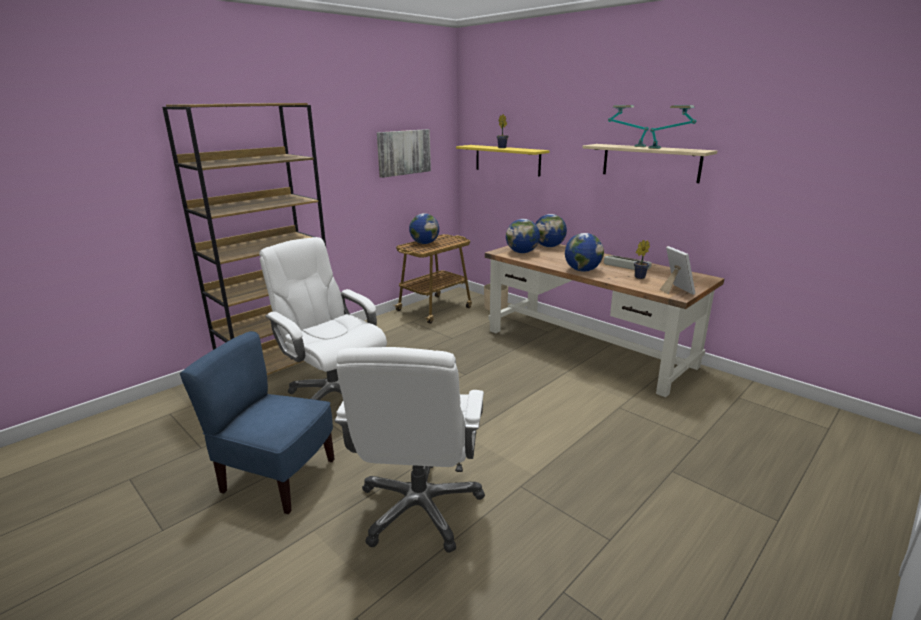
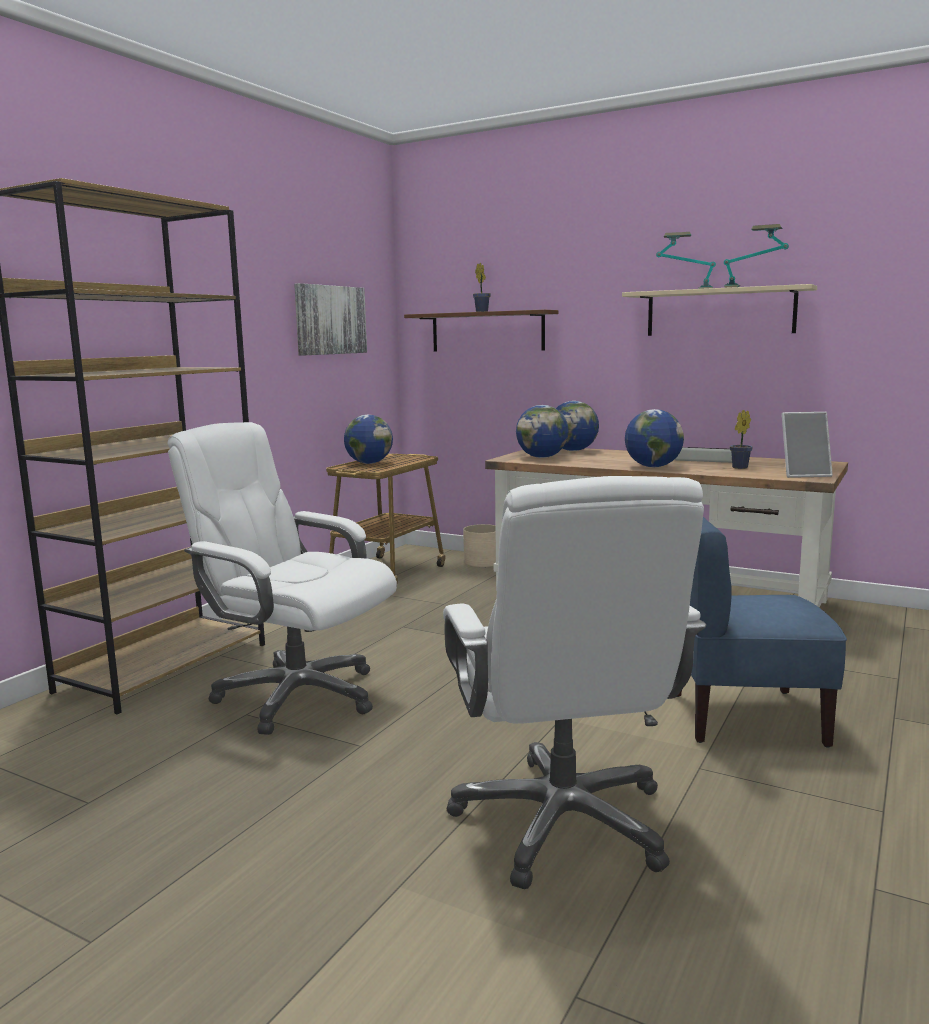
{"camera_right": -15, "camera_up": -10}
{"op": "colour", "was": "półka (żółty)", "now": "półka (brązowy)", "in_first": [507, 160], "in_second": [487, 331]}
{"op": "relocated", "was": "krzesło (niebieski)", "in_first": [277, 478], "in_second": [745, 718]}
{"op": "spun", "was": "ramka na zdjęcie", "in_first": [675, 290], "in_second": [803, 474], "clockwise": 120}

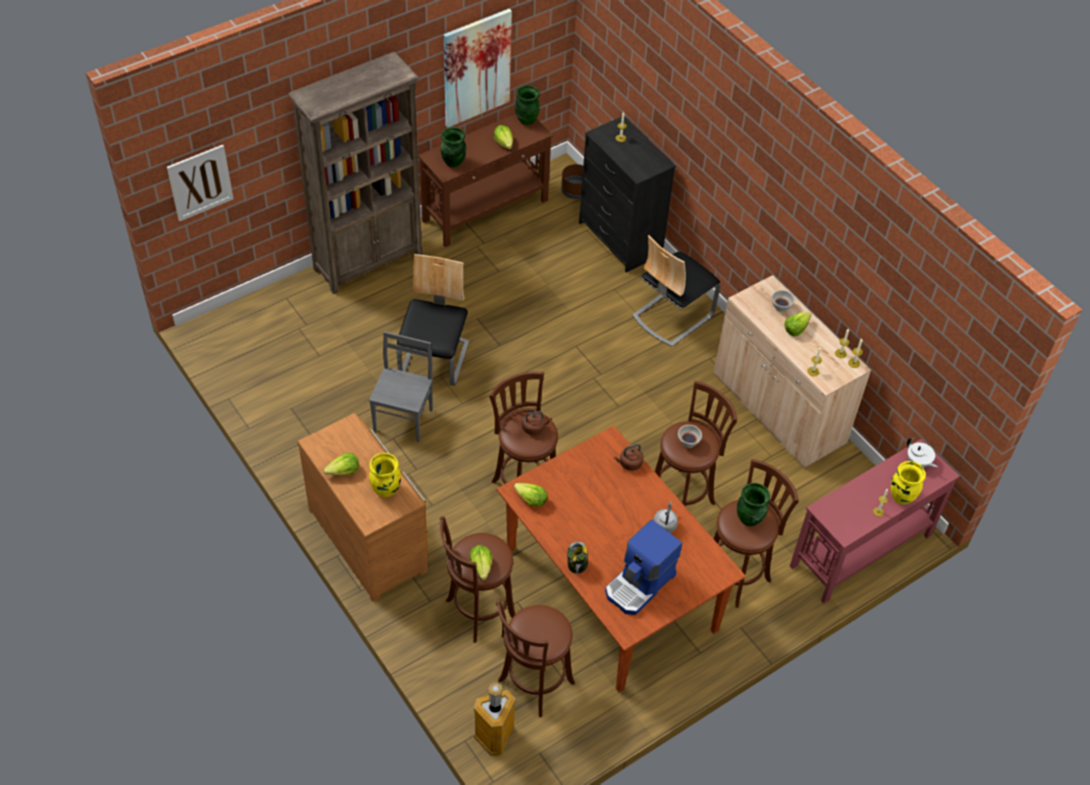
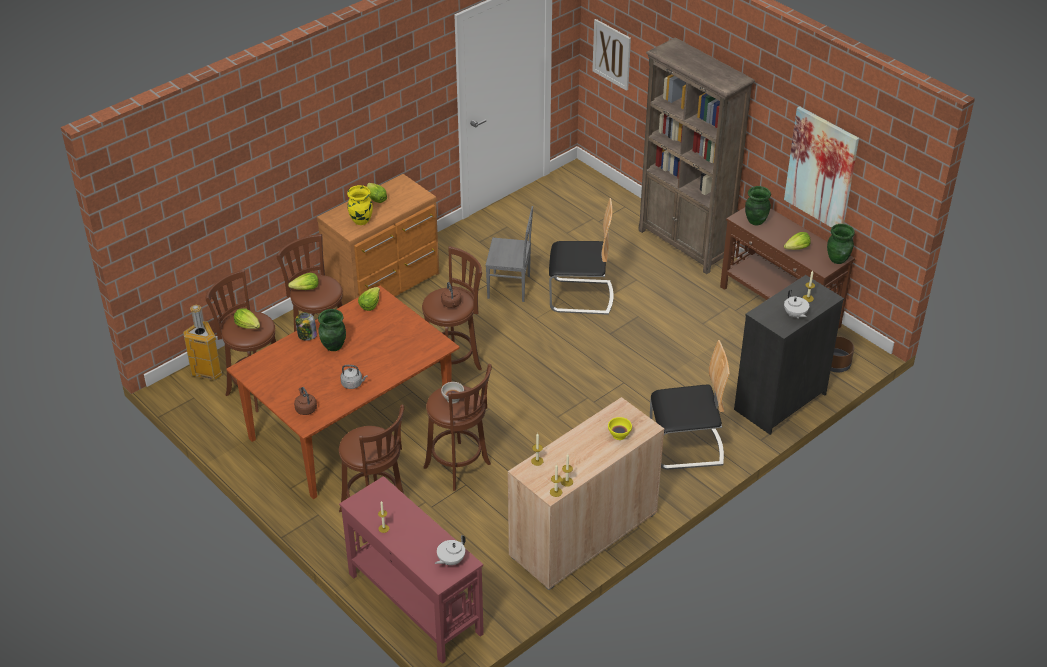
{"camera_right": 85, "camera_up": -10}
{"op": "relocated", "was": "sałata", "in_first": [796, 328], "in_second": [248, 325]}
{"op": "relocated", "was": "czajnik (brązowy)", "in_first": [629, 463], "in_second": [305, 408]}
{"op": "relocated", "was": "wazon (zielony)", "in_first": [749, 519], "in_second": [333, 346]}
{"op": "colour", "was": "miska (biały)", "now": "miska (żółty)", "in_first": [780, 307], "in_second": [619, 435]}
{"op": "spun", "was": "krzesło", "in_first": [672, 315], "in_second": [686, 447], "clockwise": 135}
{"op": "appeared", "now": "imbryk (biały)", "in_second": [795, 315]}
{"op": "missing", "was": "ekspres do kawy", "in_first": [640, 584]}
{"op": "missing", "was": "wazon (żółty)", "in_first": [901, 497]}

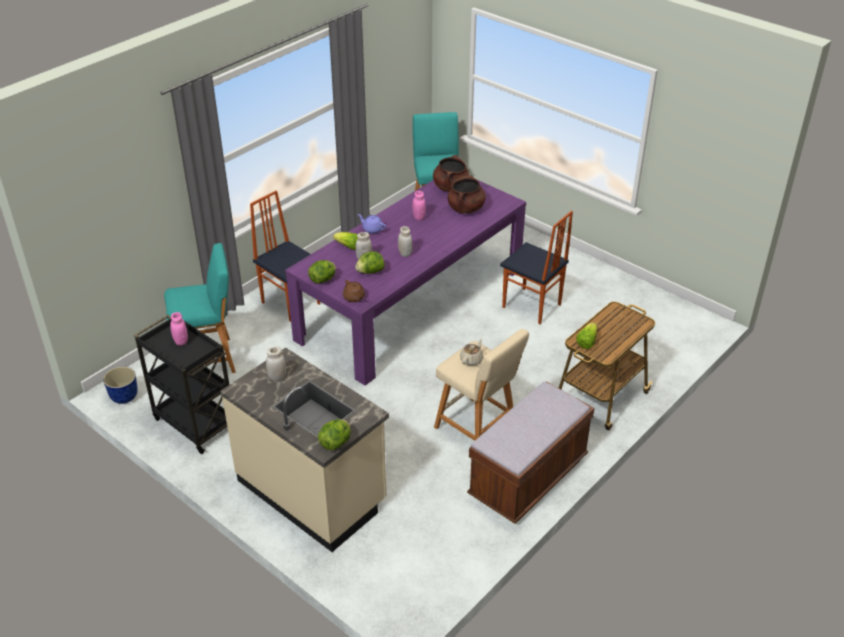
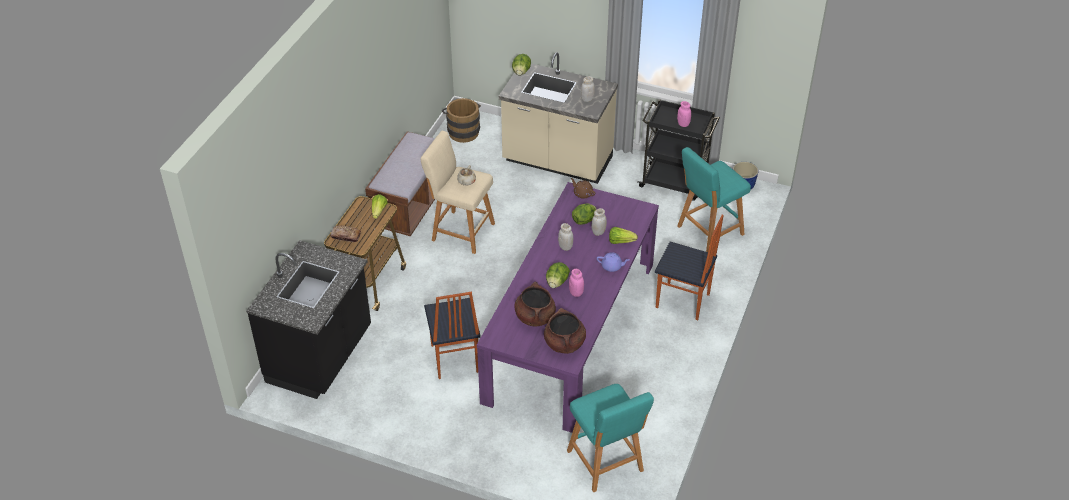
{"camera_right": 160, "camera_up": 5}
{"op": "appeared", "now": "zabudowa kuchenna (czarny)", "in_second": [321, 357]}
{"op": "appeared", "now": "chleb", "in_second": [346, 236]}
{"op": "spun", "was": "krzesło", "in_first": [531, 306], "in_second": [453, 359], "clockwise": -120}
{"op": "appeared", "now": "wiadro (brązowy)", "in_second": [462, 131]}
{"op": "relocated", "was": "sałata", "in_first": [323, 279], "in_second": [557, 282]}

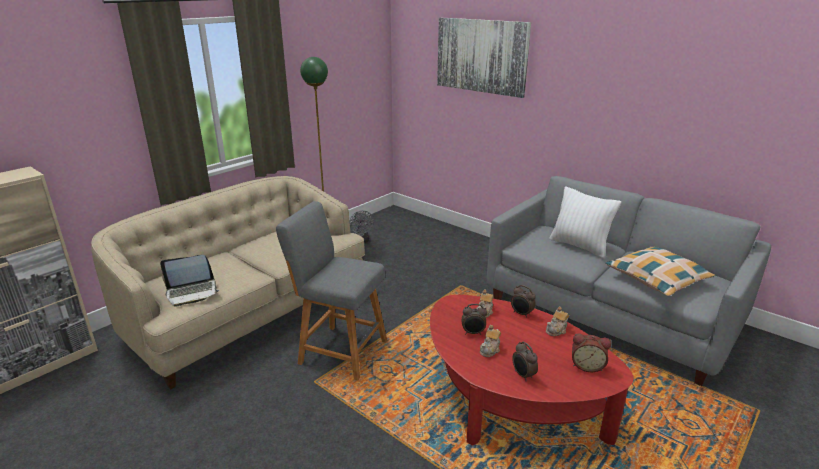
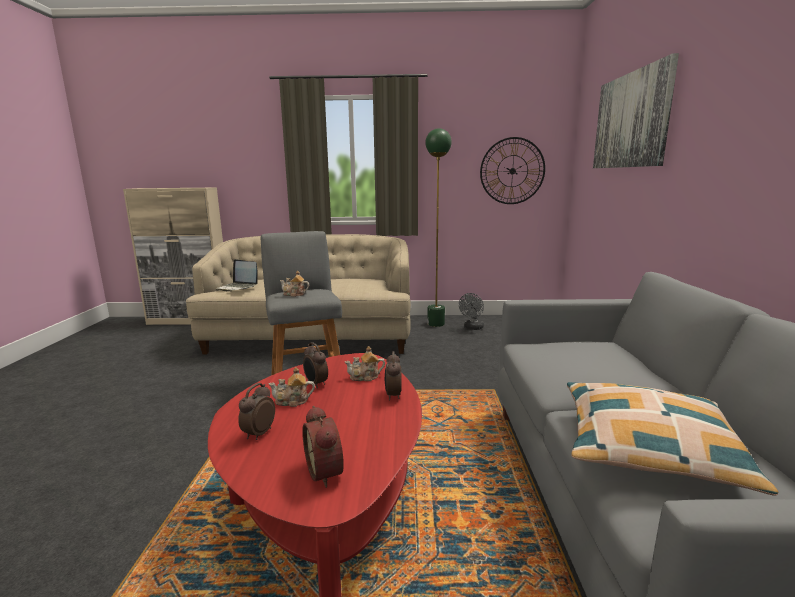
{"camera_right": 50, "camera_up": -10}
{"op": "relocated", "was": "imbryk", "in_first": [556, 330], "in_second": [294, 294]}
{"op": "appeared", "now": "zegar ścienny", "in_second": [512, 171]}
{"op": "missing", "was": "poduszka (biały)", "in_first": [579, 246]}

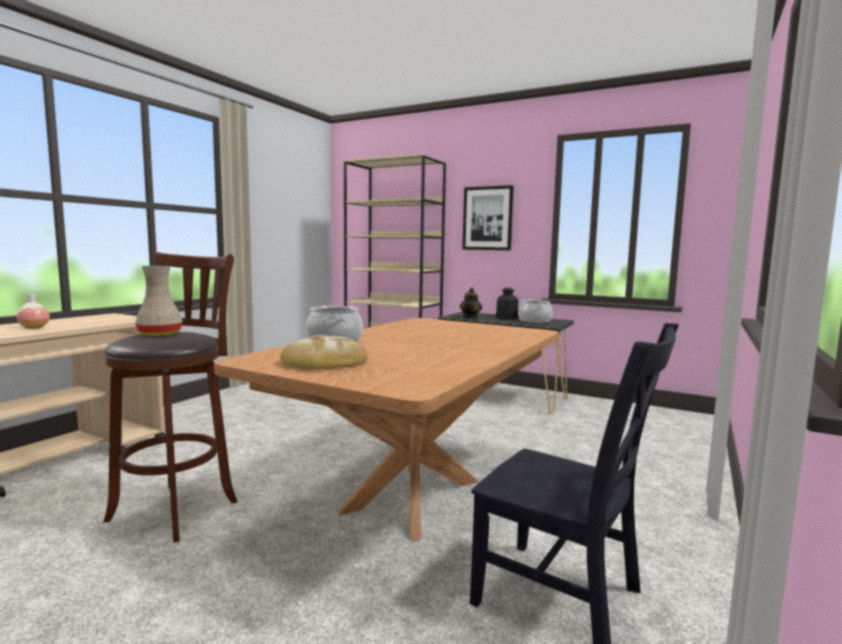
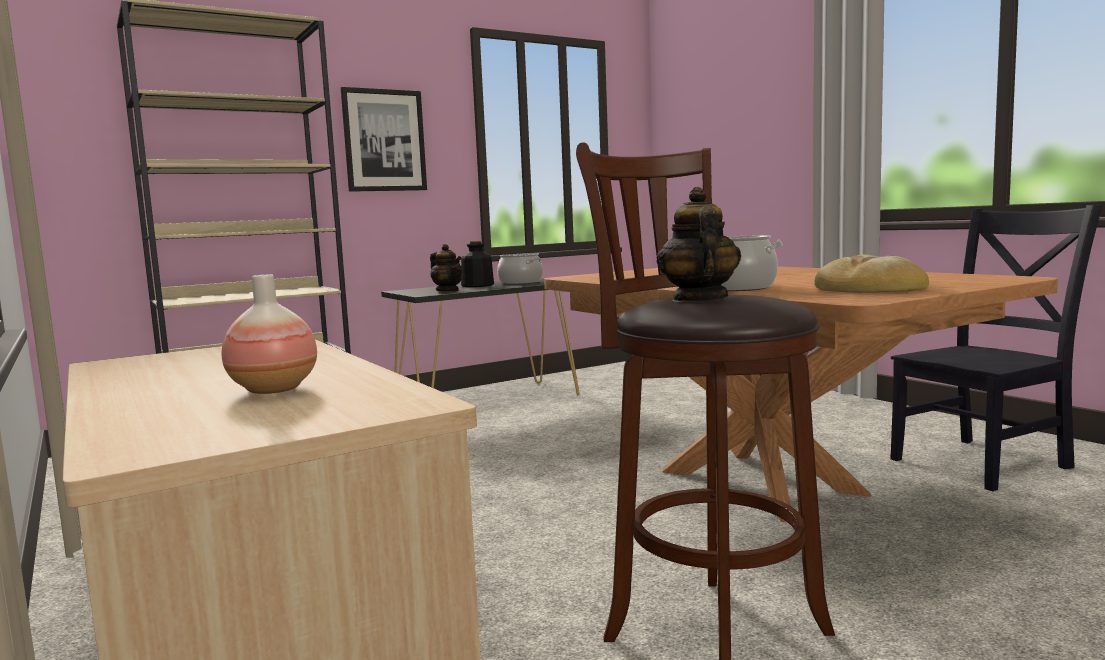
{"camera_right": -60, "camera_up": 0}
{"op": "exchanged", "was": "wazon (beżowy)", "now": "imbryk", "in_first": [159, 334], "in_second": [698, 300]}

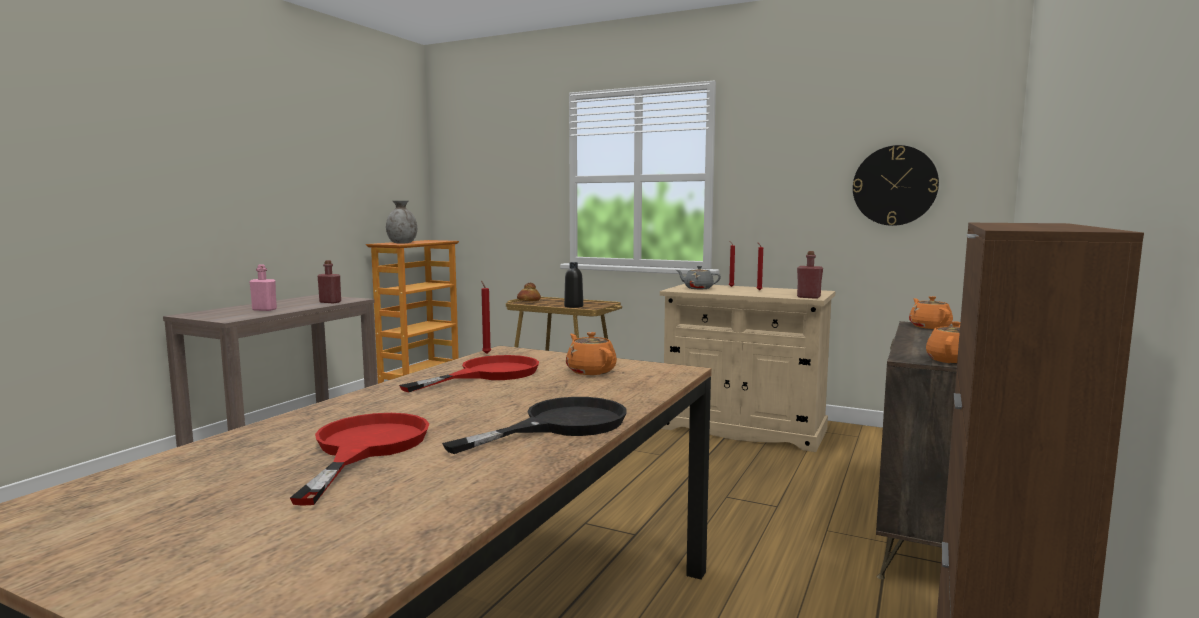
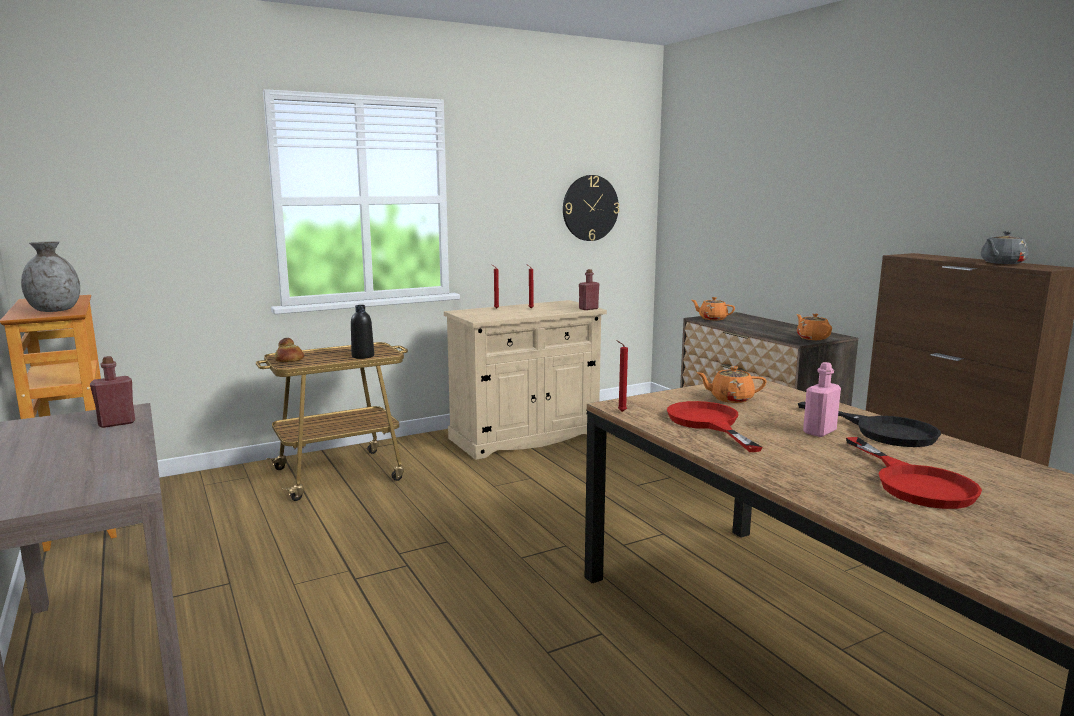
{"camera_right": -55, "camera_up": 5}
{"op": "spun", "was": "patelnia (czarny)", "in_first": [561, 425], "in_second": [882, 431], "clockwise": 150}
{"op": "relocated", "was": "butelka (różowy)", "in_first": [264, 309], "in_second": [819, 432]}
{"op": "spun", "was": "patelnia (czerwony)", "in_first": [365, 448], "in_second": [915, 483], "clockwise": -135}
{"op": "relocated", "was": "imbryk (szary)", "in_first": [698, 288], "in_second": [1001, 263]}

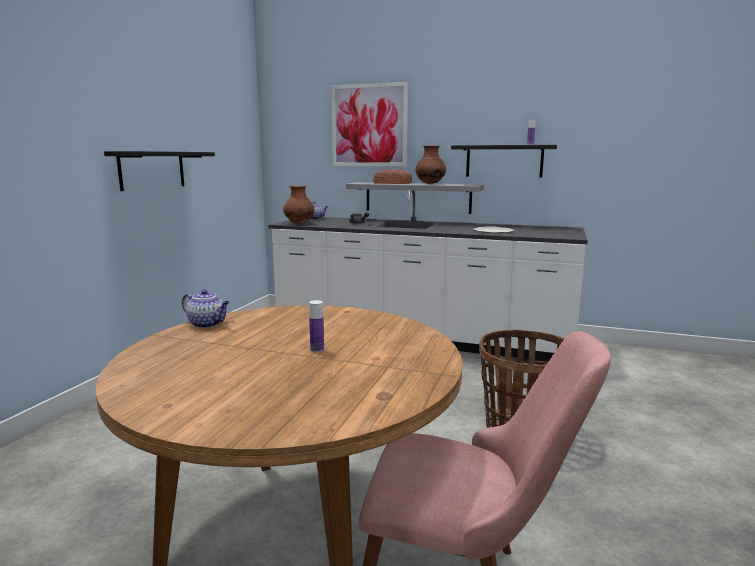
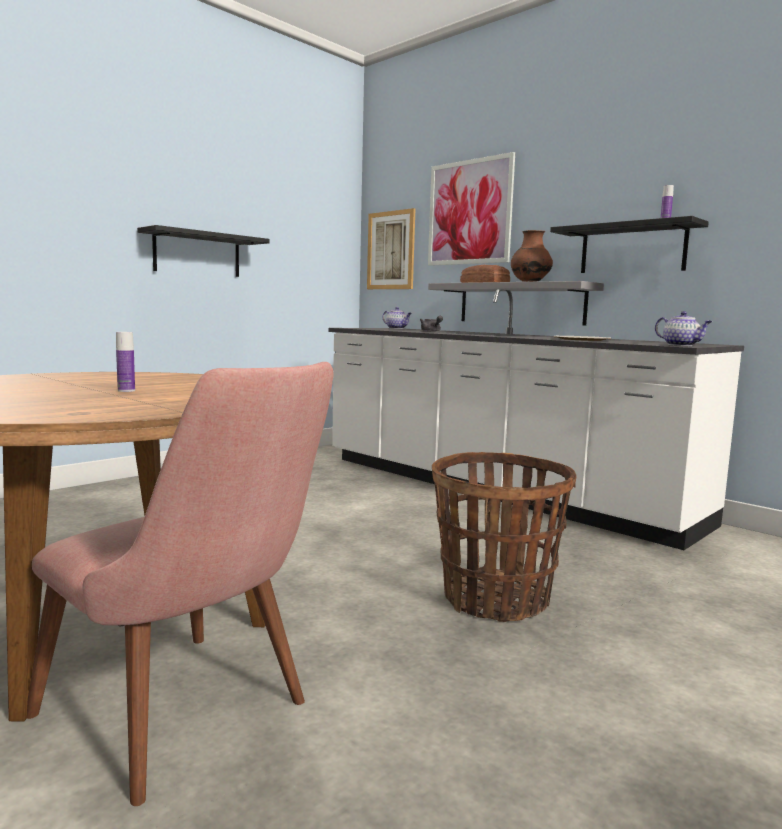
{"camera_right": 25, "camera_up": -5}
{"op": "appeared", "now": "obraz", "in_second": [391, 250]}
{"op": "relocated", "was": "imbryk", "in_first": [208, 324], "in_second": [681, 345]}
{"op": "missing", "was": "wazon (brązowy)", "in_first": [299, 224]}

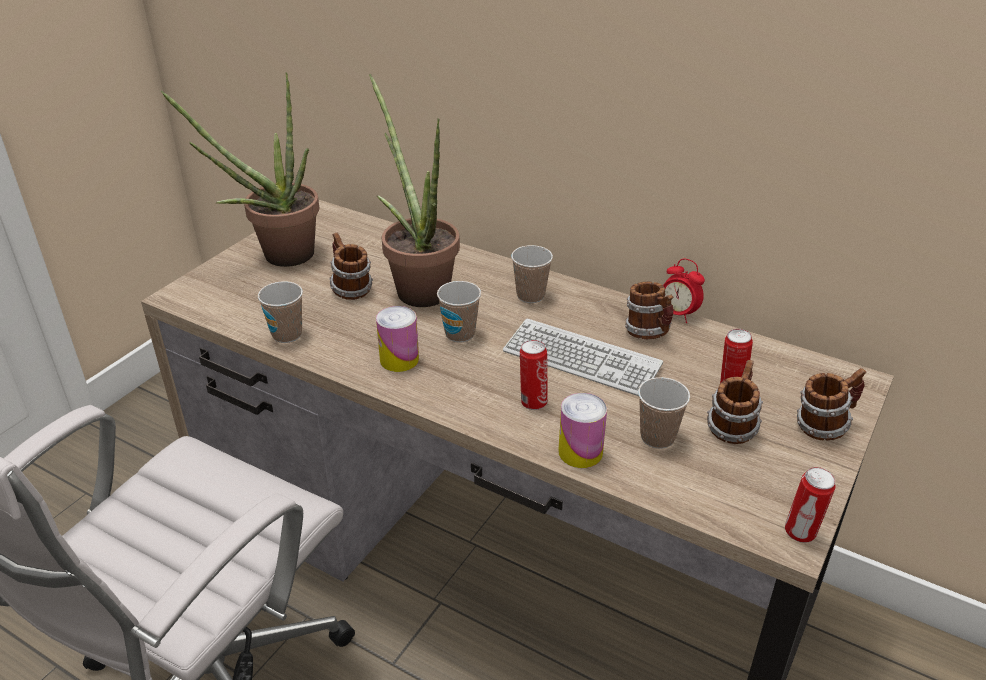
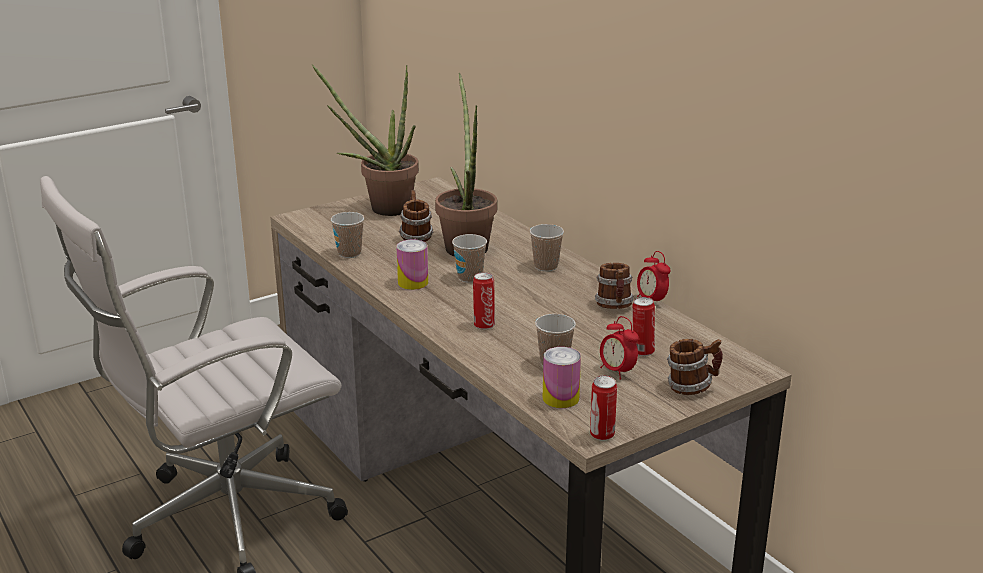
{"camera_right": 25, "camera_up": -10}
{"op": "relocated", "was": "puszka", "in_first": [580, 452], "in_second": [560, 398]}
{"op": "exchanged", "was": "kubek", "now": "budzik", "in_first": [731, 427], "in_second": [617, 371]}
{"op": "missing", "was": "klawiatura", "in_first": [581, 359]}

